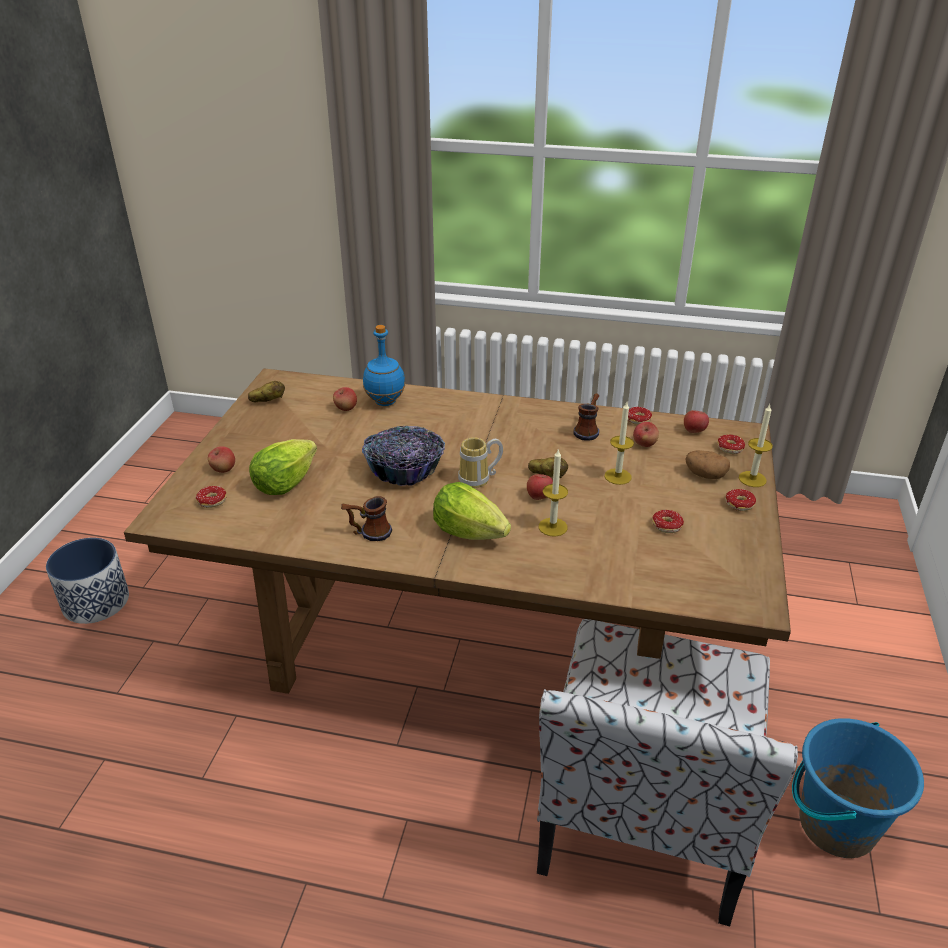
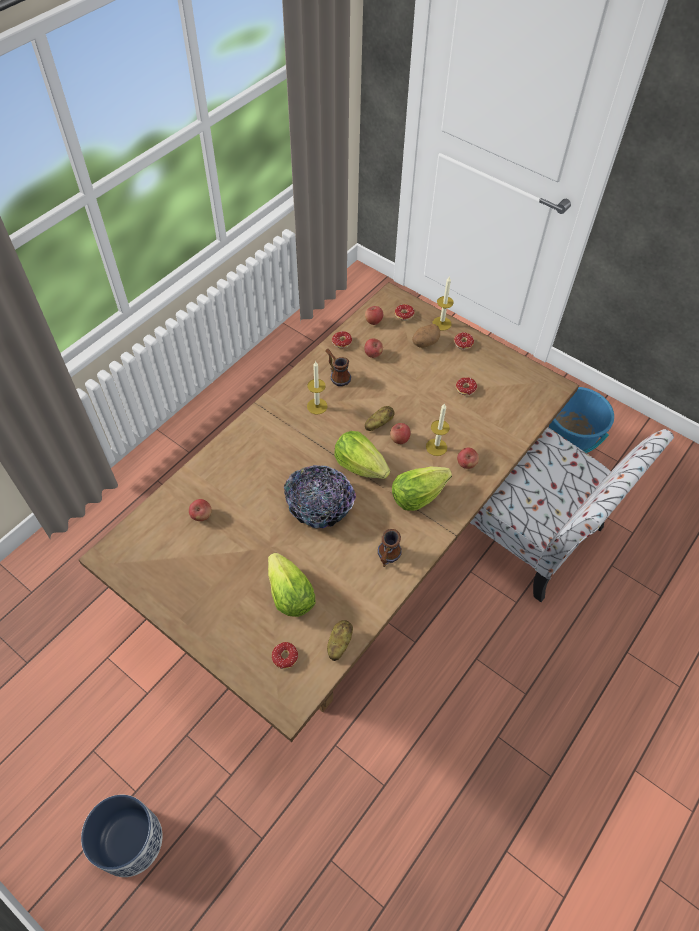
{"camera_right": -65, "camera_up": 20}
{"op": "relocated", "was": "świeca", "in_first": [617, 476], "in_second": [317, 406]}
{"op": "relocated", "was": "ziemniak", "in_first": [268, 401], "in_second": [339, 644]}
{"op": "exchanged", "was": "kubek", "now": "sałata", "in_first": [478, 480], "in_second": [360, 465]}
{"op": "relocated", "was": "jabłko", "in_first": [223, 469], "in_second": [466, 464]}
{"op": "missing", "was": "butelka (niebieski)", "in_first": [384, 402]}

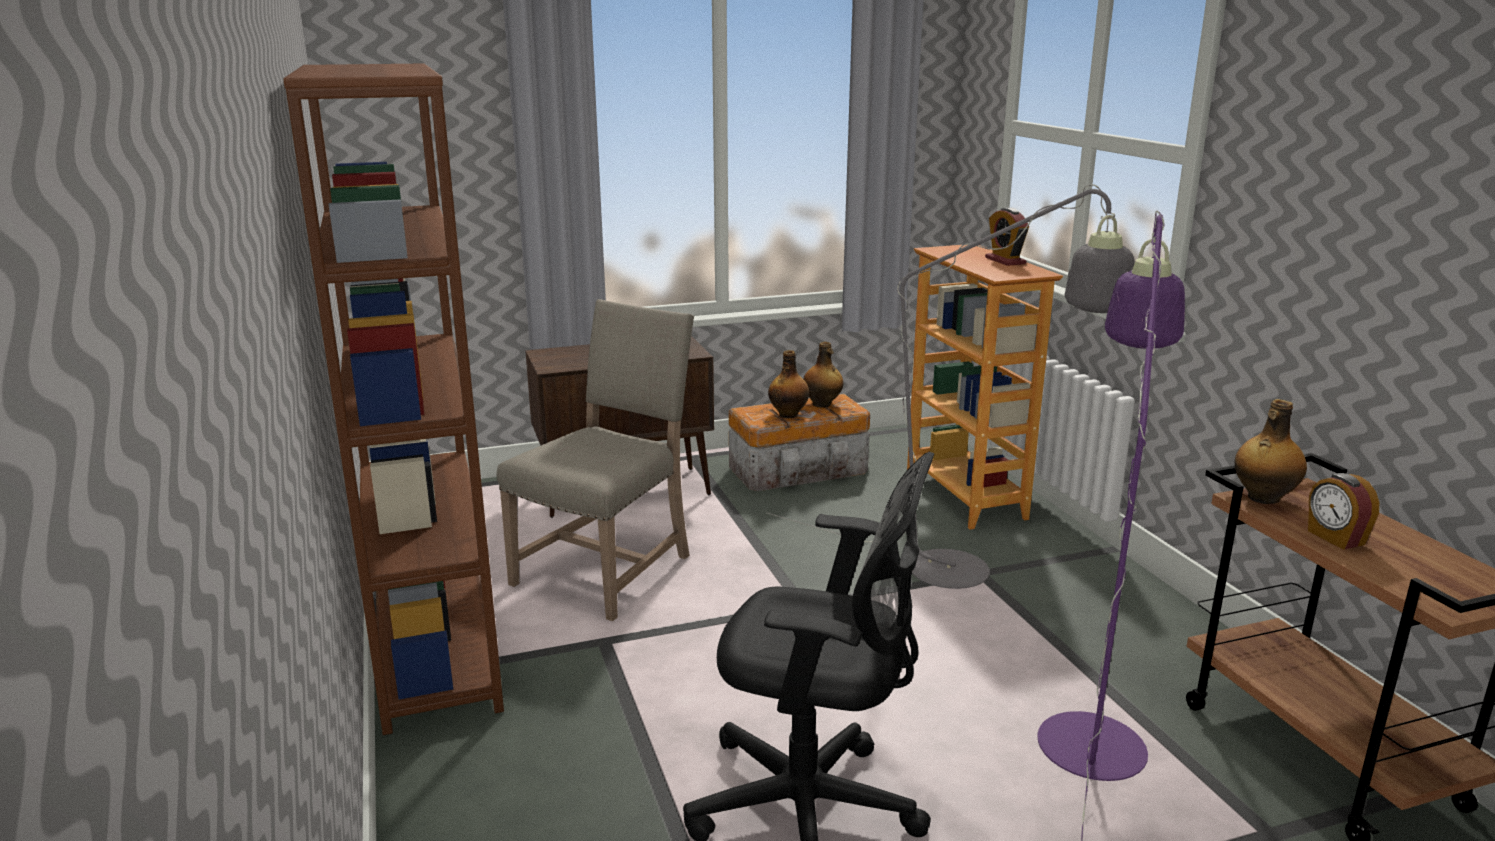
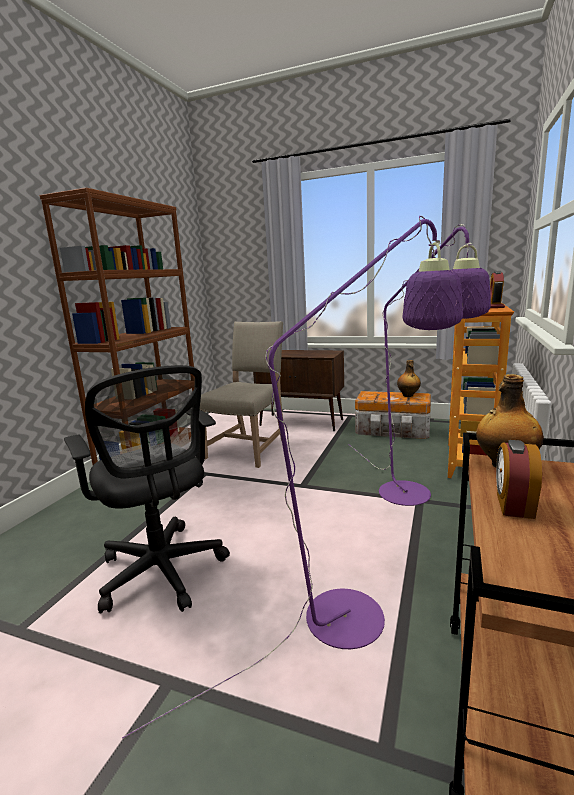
{"camera_right": 40, "camera_up": -5}
{"op": "spun", "was": "krzesło (beżowy)", "in_first": [608, 569], "in_second": [249, 448], "clockwise": -45}
{"op": "colour", "was": "lampa stojąca (szary)", "now": "lampa stojąca (fioletowy)", "in_first": [969, 574], "in_second": [412, 499]}
{"op": "missing", "was": "butelka", "in_first": [788, 414]}

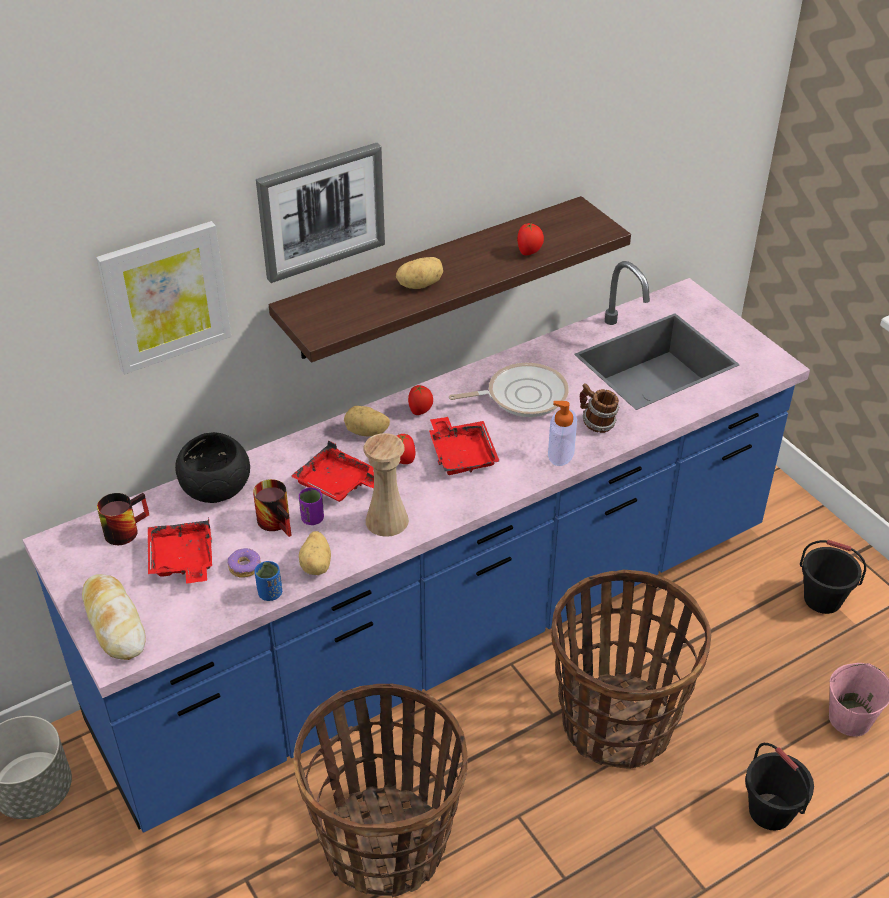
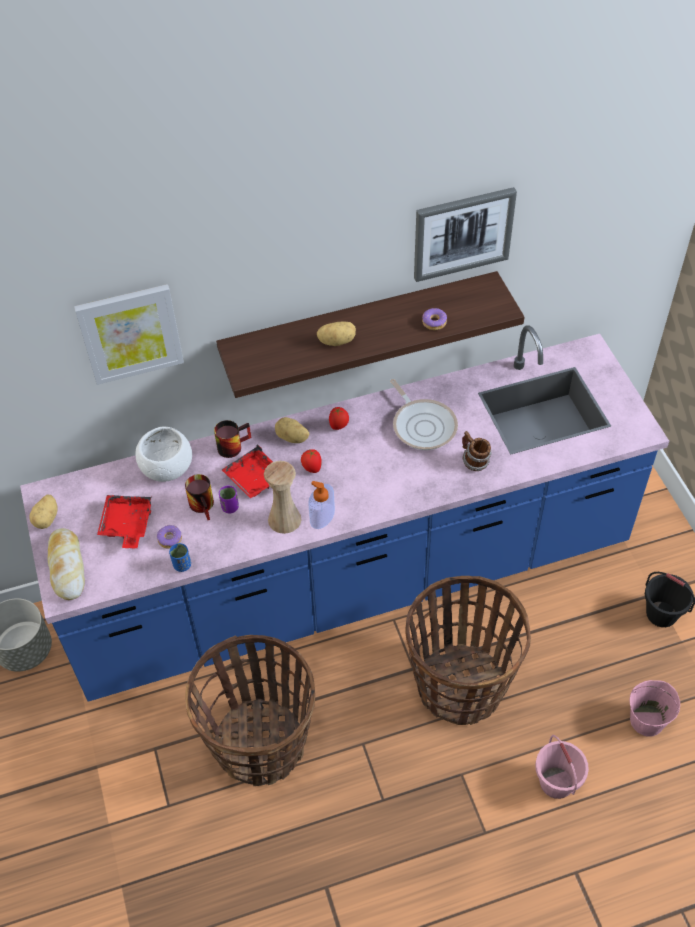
{"camera_right": 15, "camera_up": 10}
{"op": "relocated", "was": "ziemniak", "in_first": [317, 564], "in_second": [47, 519]}
{"op": "colour", "was": "miska (czarny)", "now": "miska (biały)", "in_first": [216, 488], "in_second": [167, 467]}
{"op": "relocated", "was": "kubek", "in_first": [124, 528], "in_second": [232, 445]}
{"op": "relocated", "was": "dozownik mydła", "in_first": [561, 452], "in_second": [322, 516]}
{"op": "spun", "was": "patelnia", "in_first": [522, 395], "in_second": [423, 425], "clockwise": 60}
{"op": "relocated", "was": "obraz", "in_first": [321, 211], "in_second": [462, 233]}
{"op": "exchanged", "was": "pomidor", "now": "donut", "in_first": [529, 252], "in_second": [434, 322]}
{"op": "colour", "was": "wiadro (czarny)", "now": "wiadro (różowy)", "in_first": [771, 811], "in_second": [557, 782]}
{"op": "missing", "was": "taca (czerwony)", "in_first": [462, 454]}

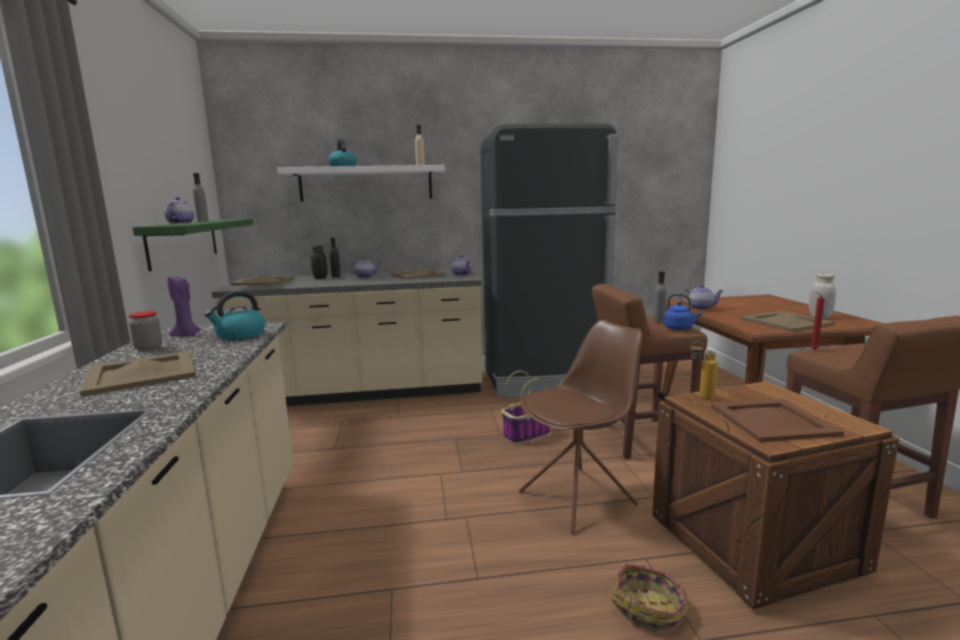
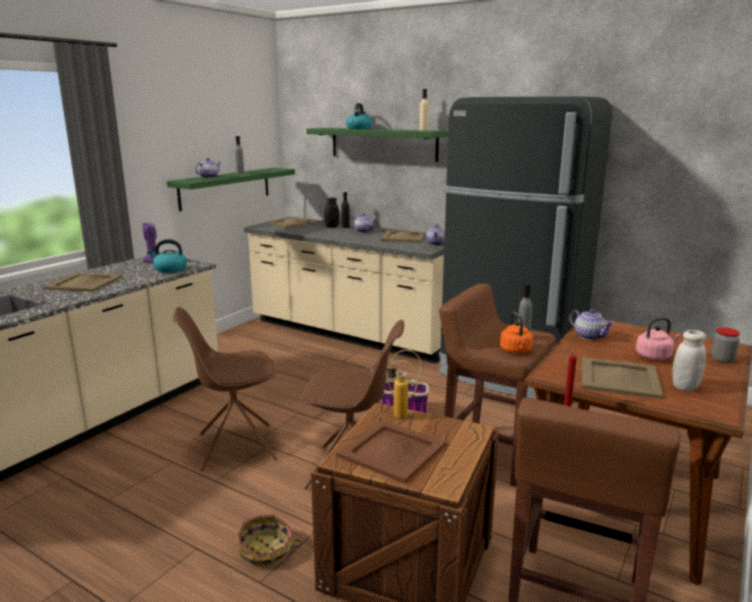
{"camera_right": 40, "camera_up": 5}
{"op": "appeared", "now": "krzesło (brązowy)", "in_second": [235, 447]}
{"op": "colour", "was": "półka (biały)", "now": "półka (zielony)", "in_first": [366, 184], "in_second": [383, 144]}
{"op": "colour", "was": "czajnik (niebieski)", "now": "czajnik (pomarańczowy)", "in_first": [679, 328], "in_second": [516, 351]}
{"op": "appeared", "now": "czajnik (różowy)", "in_second": [655, 356]}
{"op": "relocated", "was": "słoik", "in_first": [148, 348], "in_second": [722, 360]}

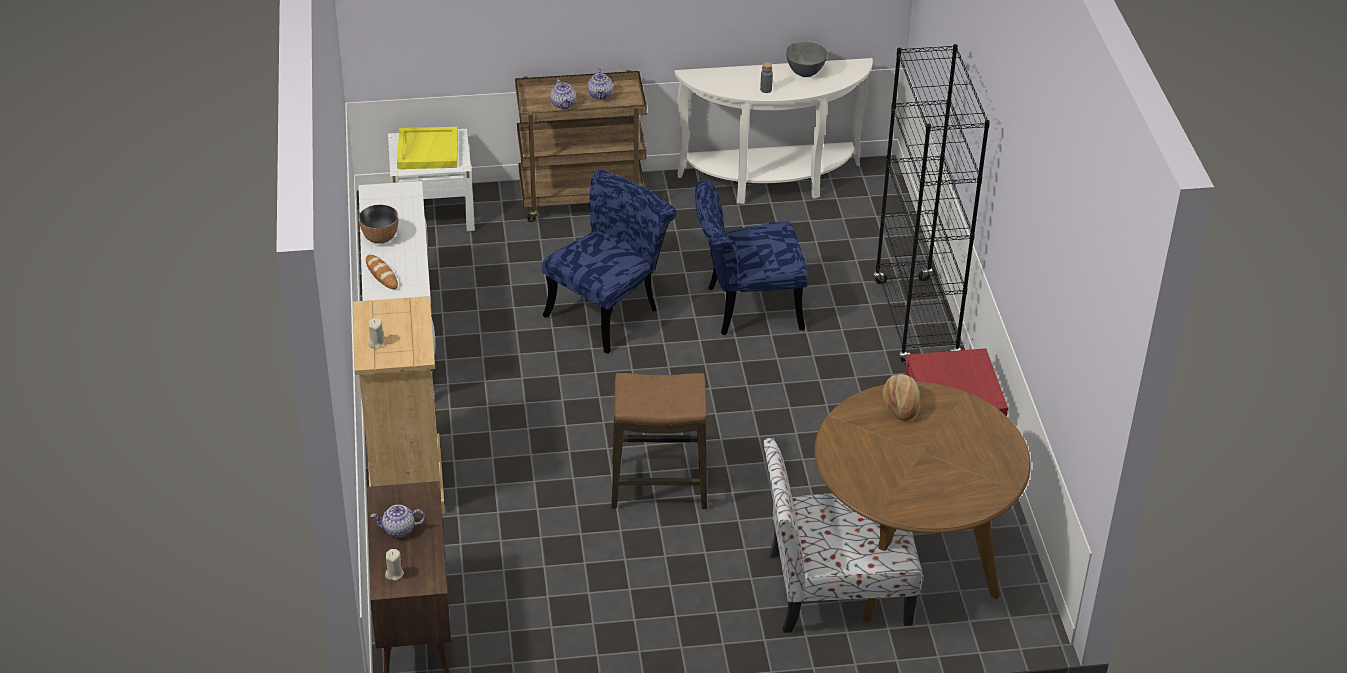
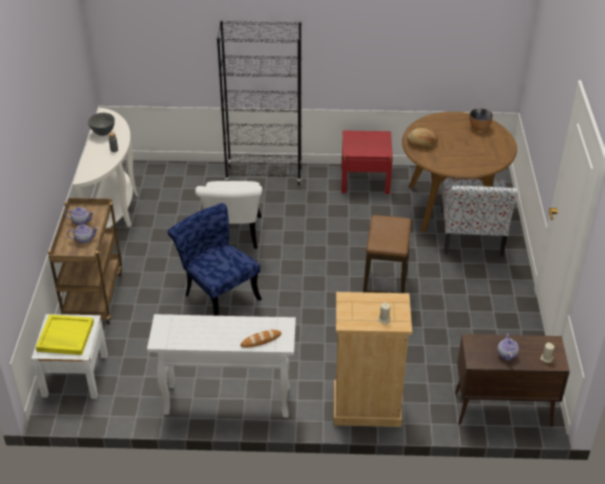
{"camera_right": -80, "camera_up": 0}
{"op": "colour", "was": "krzesło (niebieski)", "now": "krzesło (biały)", "in_first": [745, 308], "in_second": [233, 237]}
{"op": "relocated", "was": "miska", "in_first": [380, 238], "in_second": [479, 128]}

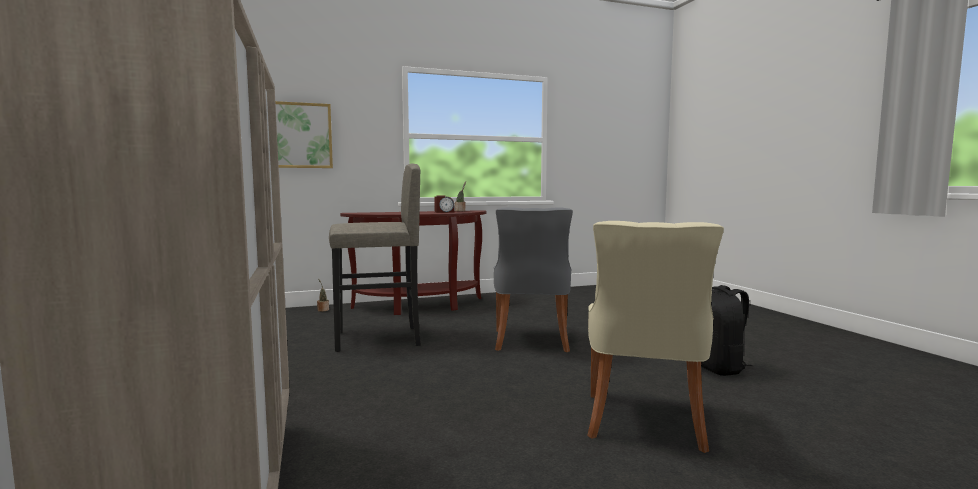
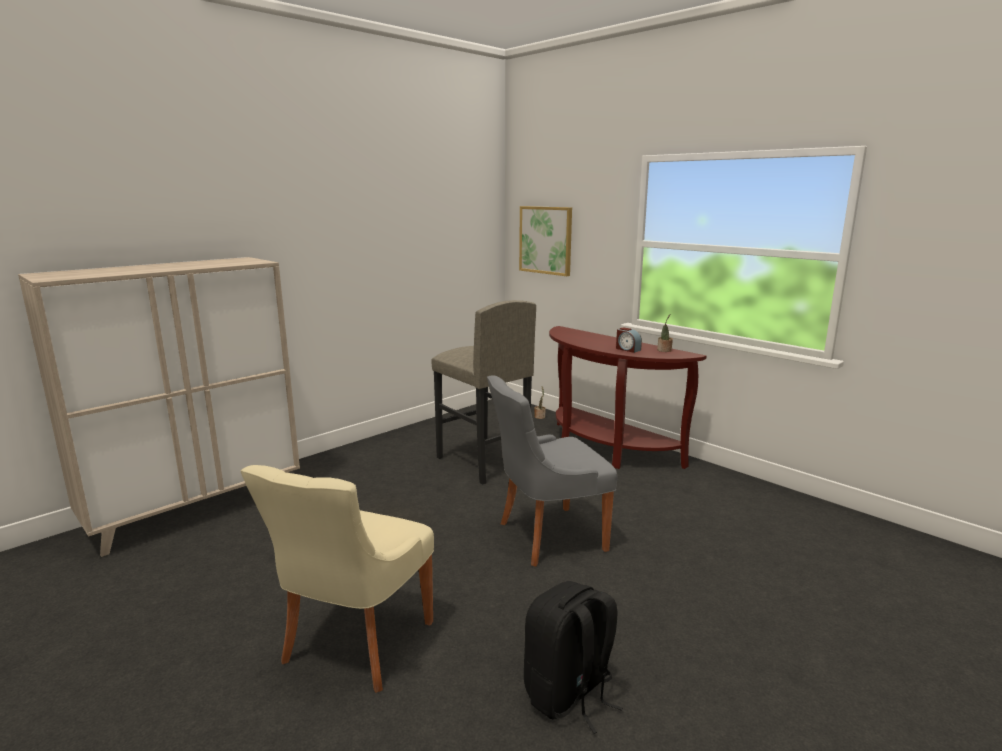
{"camera_right": 65, "camera_up": 10}
{"op": "spun", "was": "krzesło (beżowy)", "in_first": [644, 423], "in_second": [354, 645], "clockwise": -60}

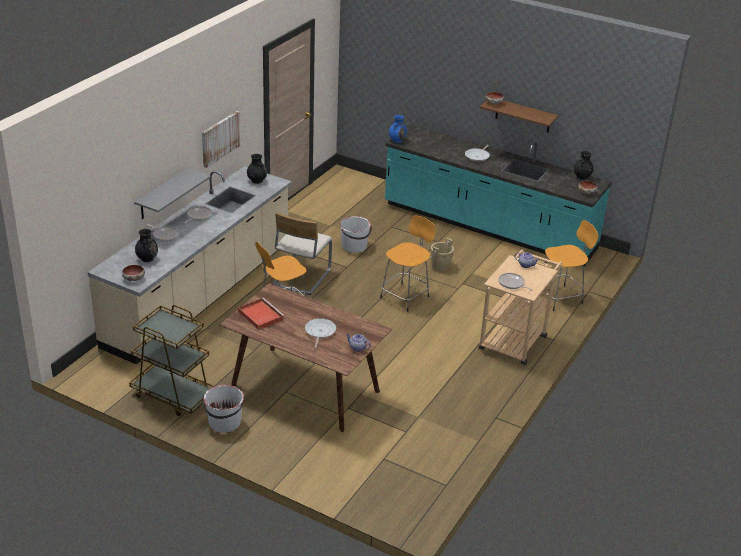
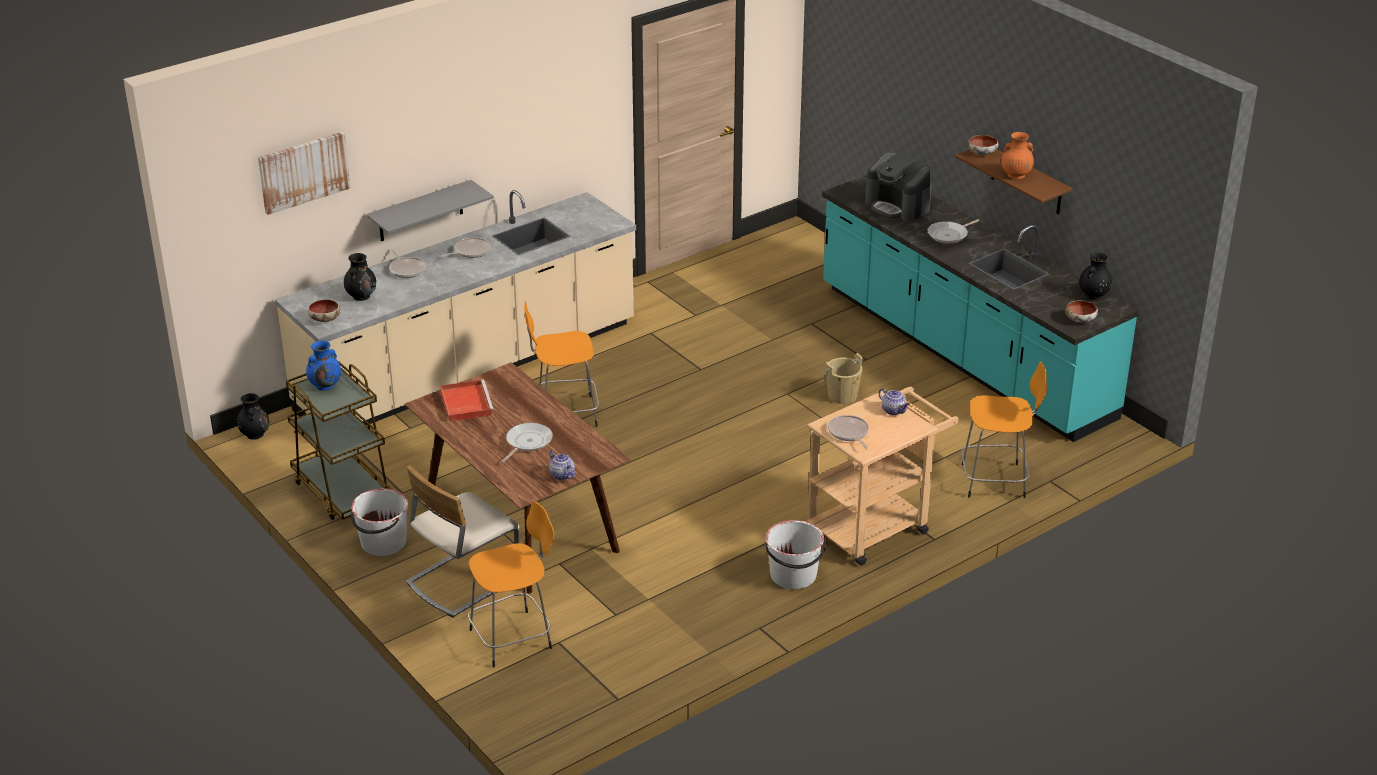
{"camera_right": 25, "camera_up": 0}
{"op": "relocated", "was": "wazon (czarny)", "in_first": [256, 180], "in_second": [255, 434]}
{"op": "relocated", "was": "obraz", "in_first": [220, 138], "in_second": [303, 172]}
{"op": "relocated", "was": "wazon (niebieski)", "in_first": [397, 140], "in_second": [325, 385]}
{"op": "relocated", "was": "krzesło (beżowy)", "in_first": [301, 277], "in_second": [462, 581]}
{"op": "relocated", "was": "stołek (pomarańczowy)", "in_first": [405, 296], "in_second": [513, 638]}
{"op": "relocated", "was": "wiadro (biały)", "in_first": [354, 246], "in_second": [793, 576]}
{"op": "appeared", "now": "ekspres do kawy", "in_second": [898, 206]}
{"op": "appeared", "now": "wazon (pomarańczowy)", "in_second": [1015, 175]}

